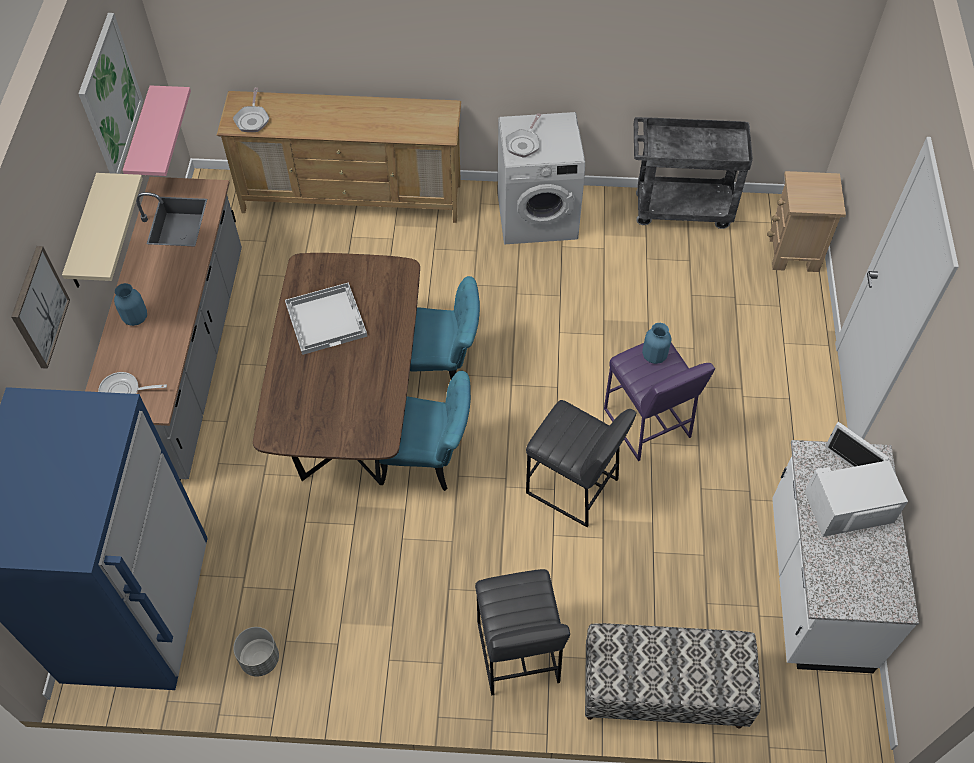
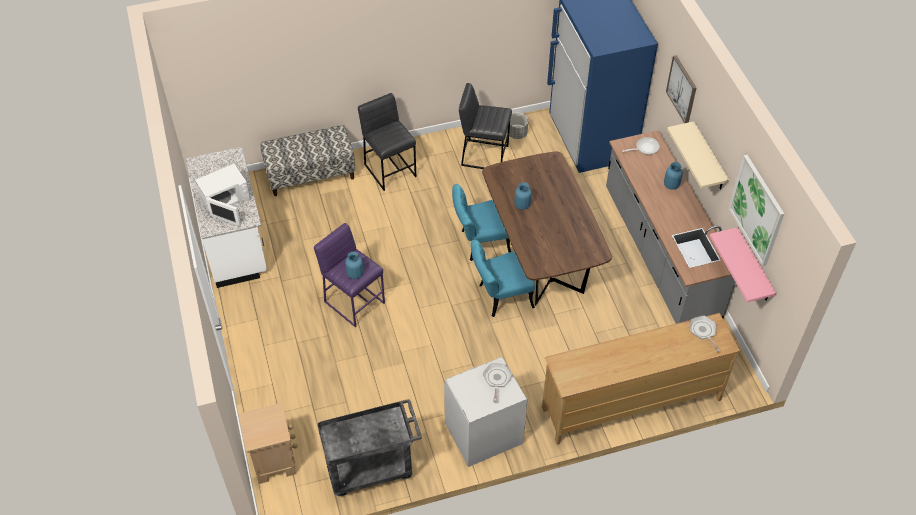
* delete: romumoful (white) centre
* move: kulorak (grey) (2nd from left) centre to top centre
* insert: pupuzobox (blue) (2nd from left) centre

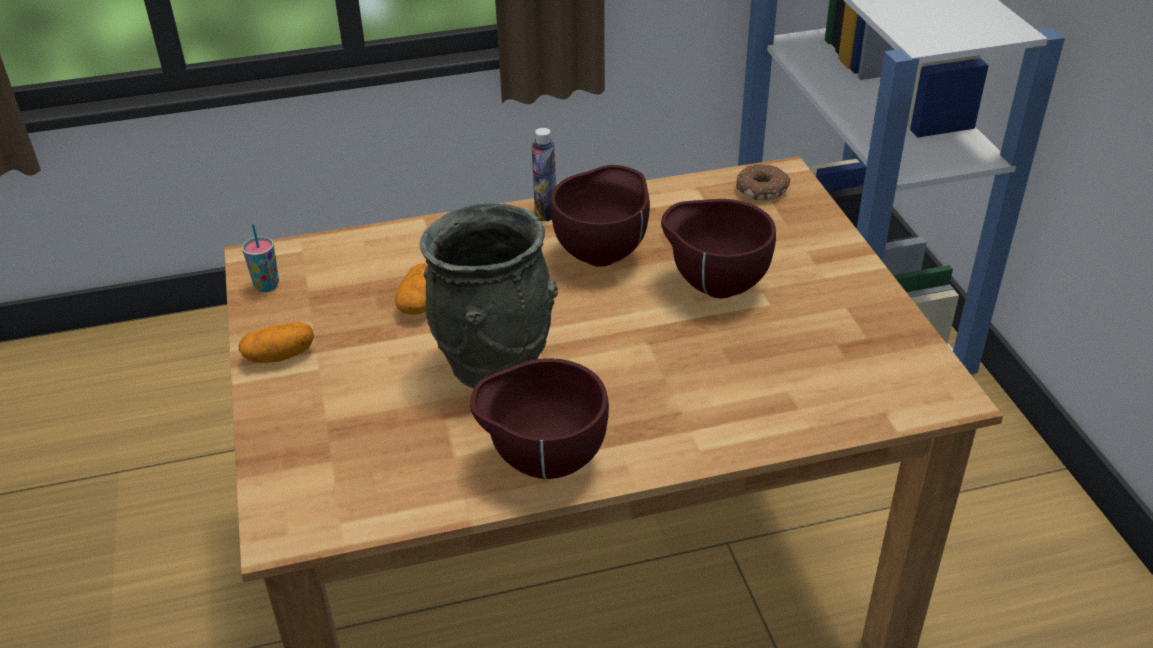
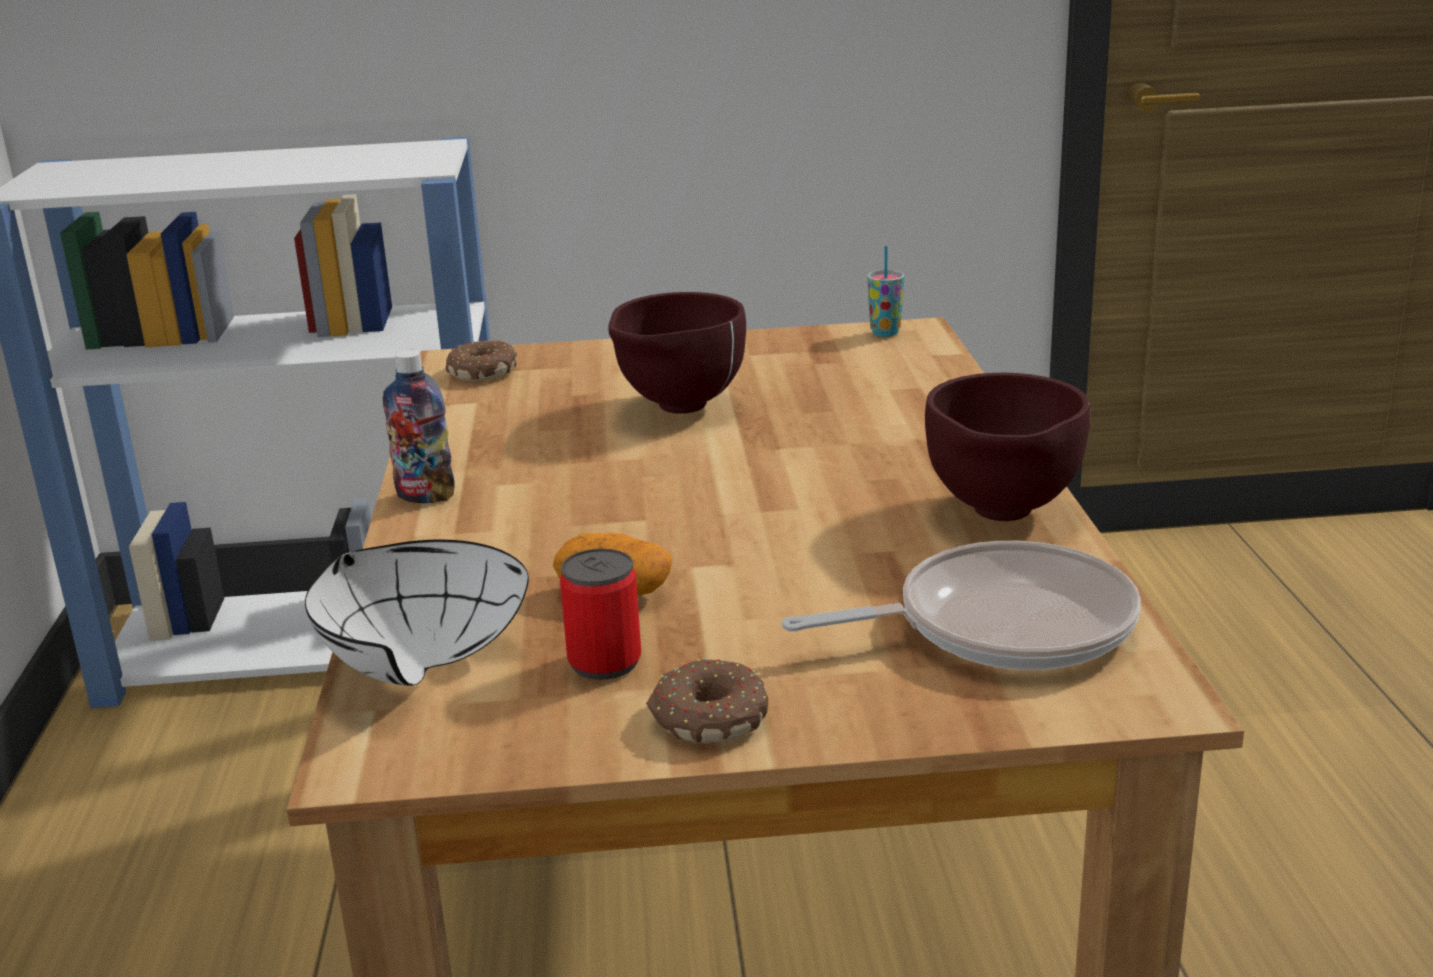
* replace: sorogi (1st from left) middle left to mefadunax (2nd from left) bottom centre
* move: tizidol middle left to top centre
* delete: pupuzobox (grey) centre
* delete: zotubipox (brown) (2nd from left) centre
* insert: zotubipox (white) middle left
* insert: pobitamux centre
* insert: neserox middle right

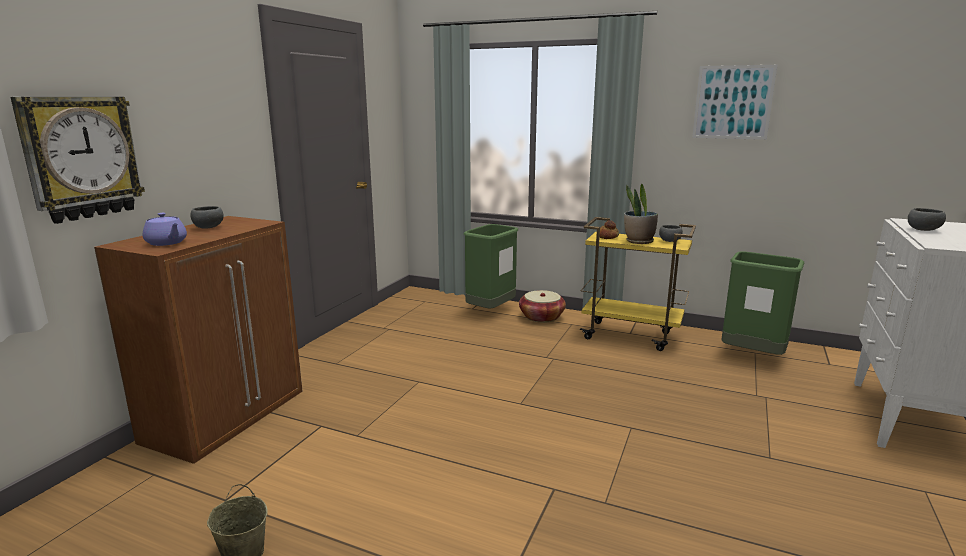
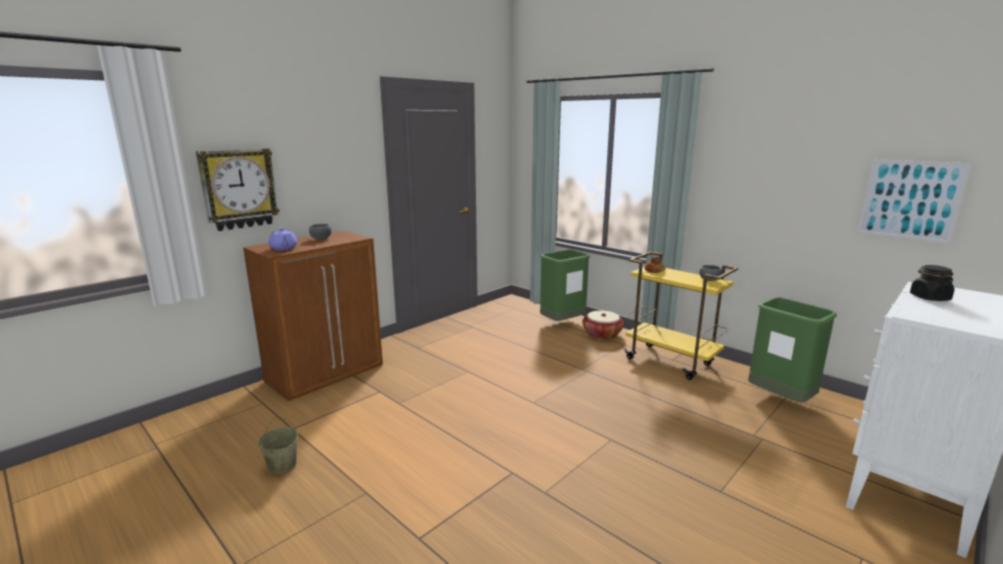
* delete: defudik centre
* move: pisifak top right to middle right
* replace: zotubipox (grey) (3rd from left) middle right to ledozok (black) middle right

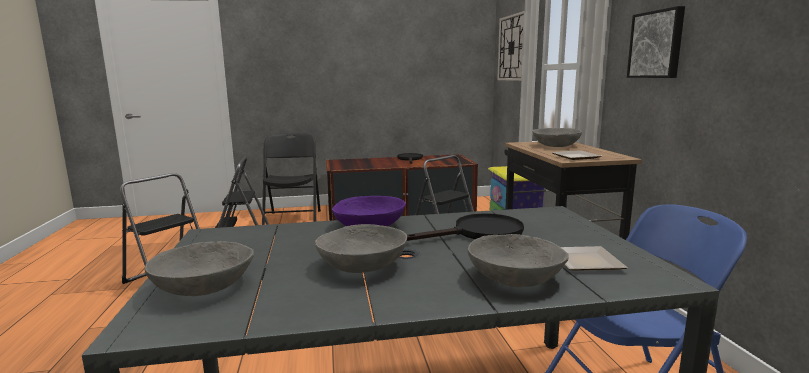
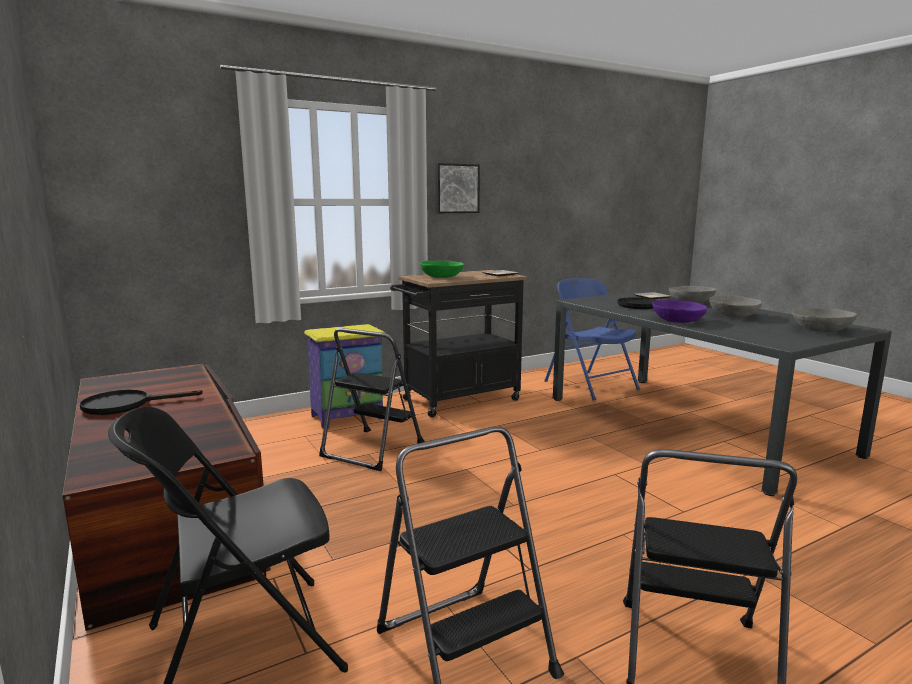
* delete: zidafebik top centre
* recolor: zotubipox (grey) (4th from left) middle right to zotubipox (green) centre

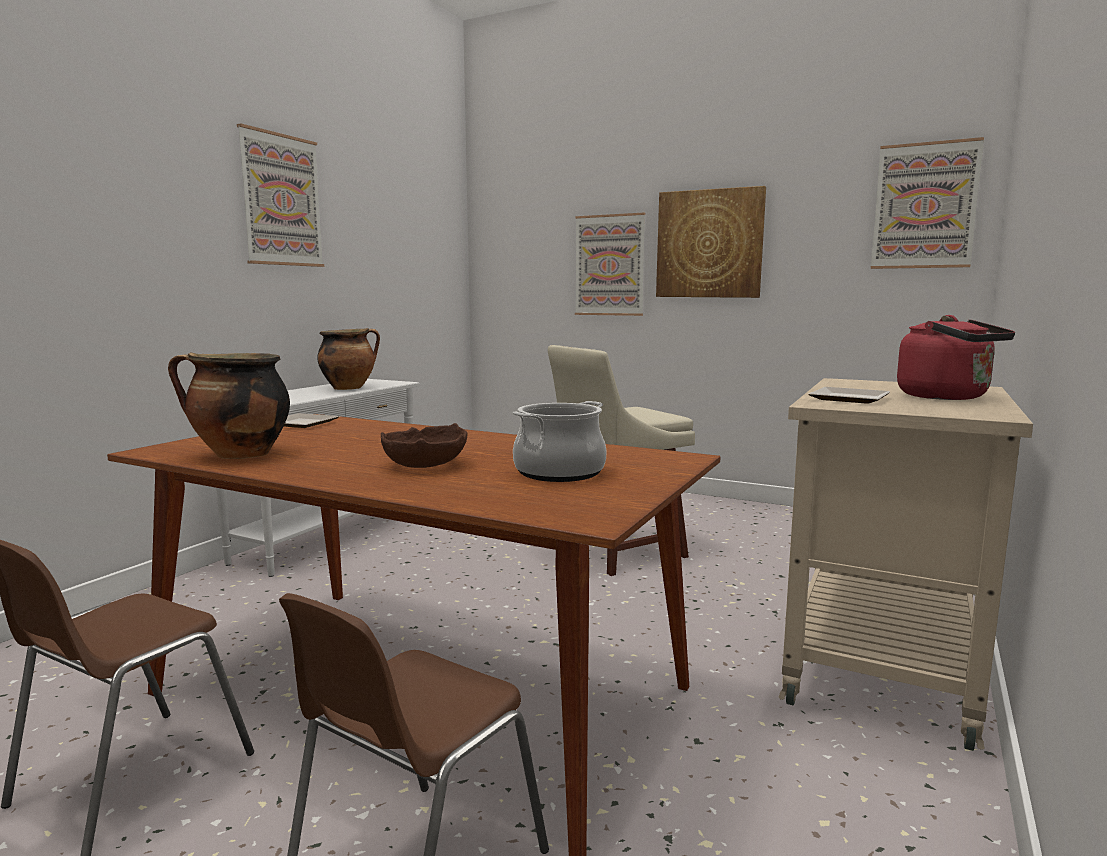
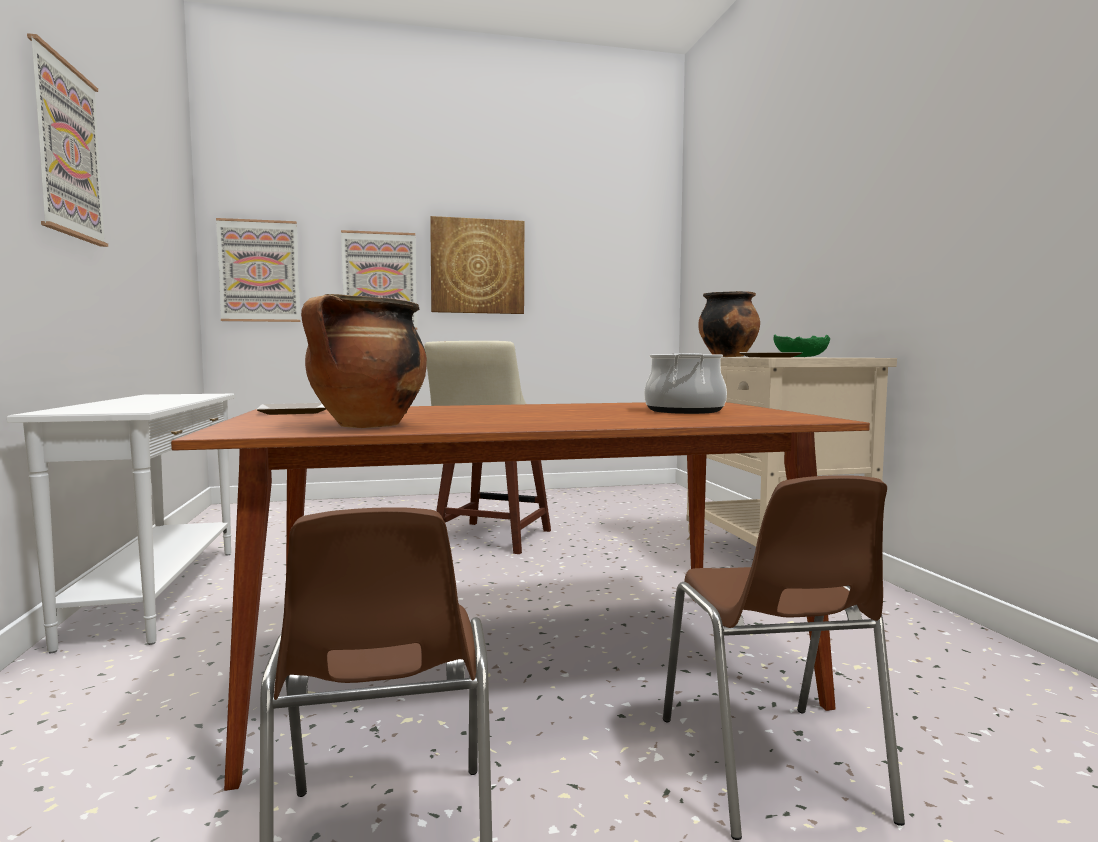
* move: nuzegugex (2nd from left in the first image) middle left to nuzegugex (3rd from left) centre
* delete: zotubipox (brown) centre
* move: pisifak (4th from left in the first image) top right to pisifak (2nd from left) top left
* replace: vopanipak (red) middle right to zotubipox (green) middle right

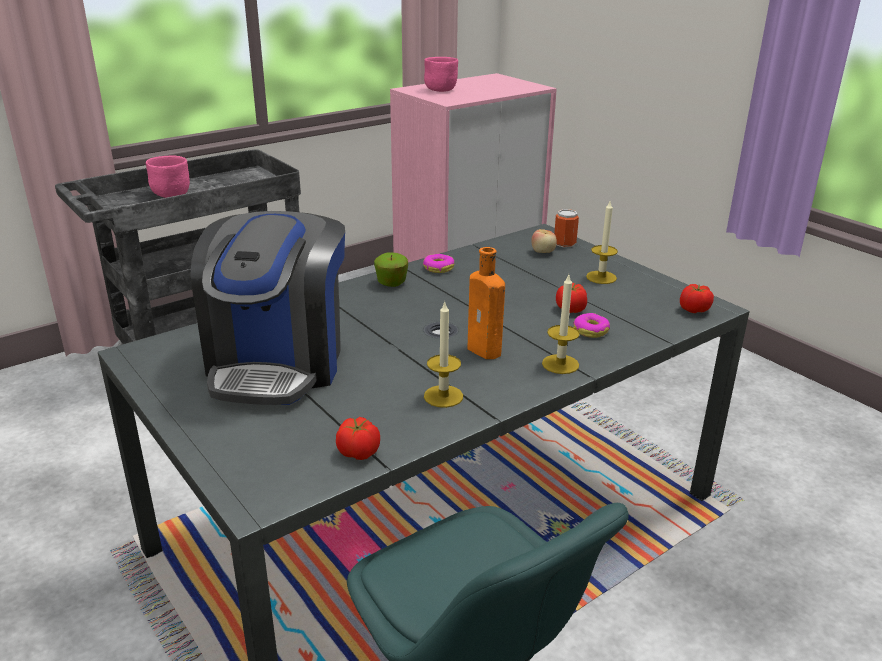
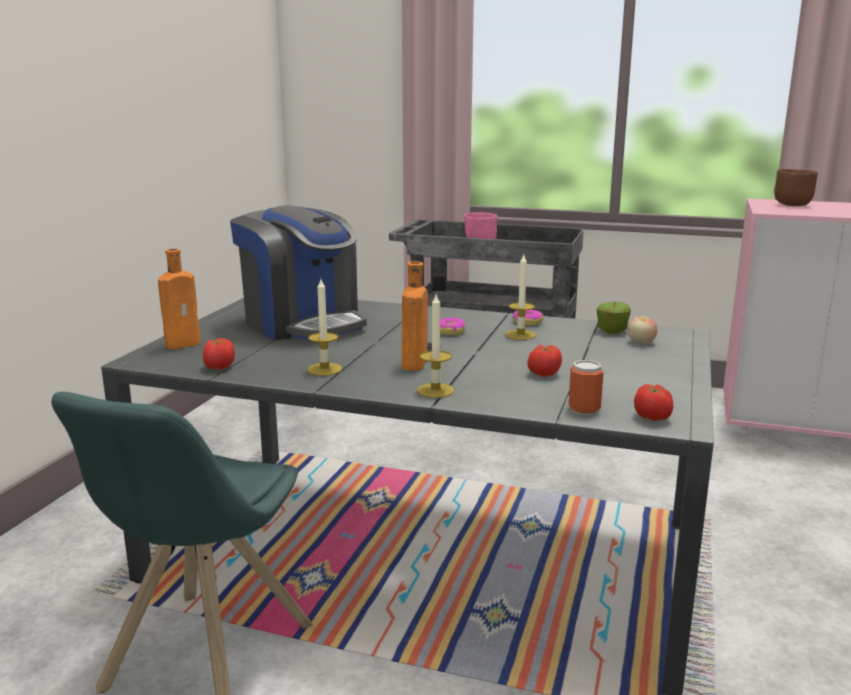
* rotate: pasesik middle left = centre 105 degrees counterclockwise
* move: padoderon (1st from left) centre to middle right
* recolor: zotubipox (pink) (2nd from left) top centre to zotubipox (brown) top right
* move: pobitamux centre to middle right
* move: mefadunax (2nd from left in the first image) middle right to mefadunax (1st from left) centre
* move: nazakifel (3rd from left) middle right to centre
* insert: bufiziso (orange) (1st from left) middle left

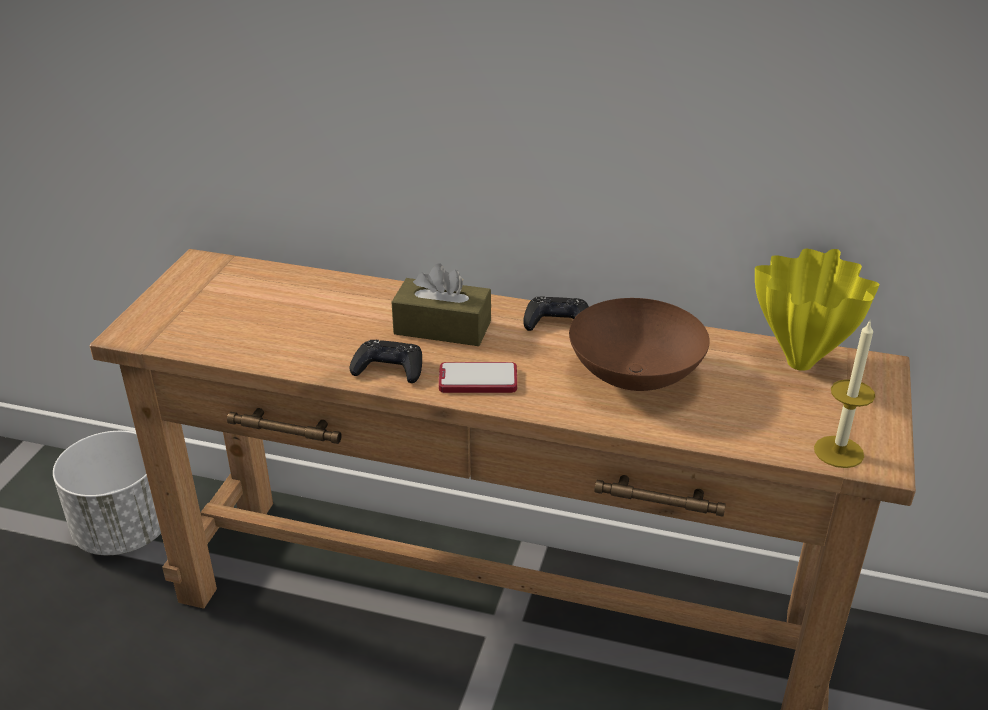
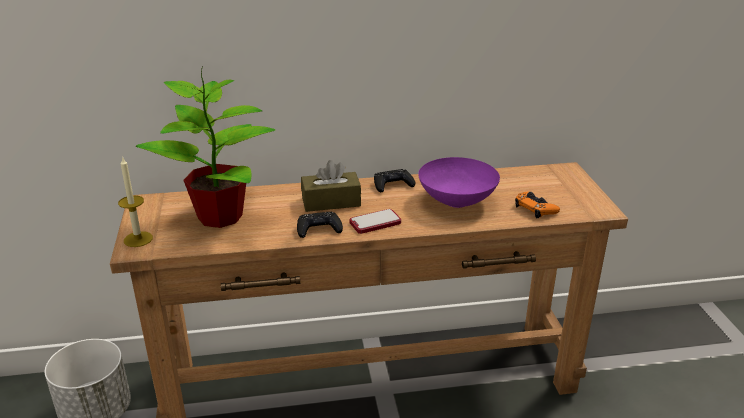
* recolor: zotubipox (brown) centre to zotubipox (purple) centre
* delete: pupuzobox (yellow) middle right
* move: nazakifel middle right to middle left
* insert: defudik middle left
* insert: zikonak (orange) middle right

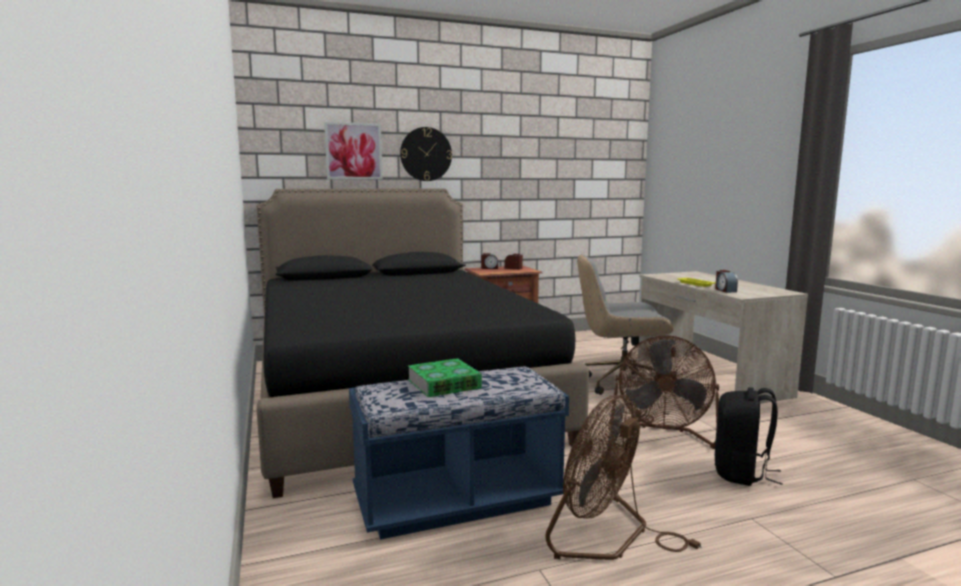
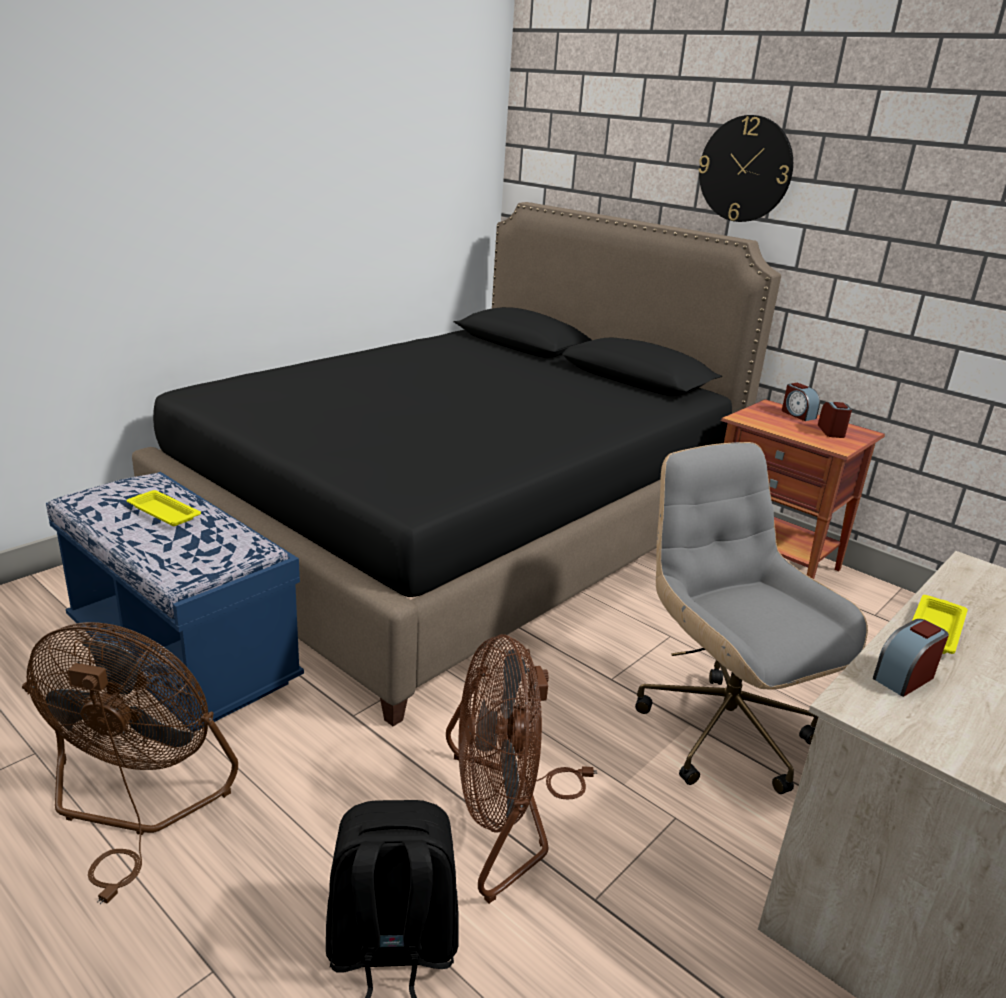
* delete: pisifak top centre
* replace: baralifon centre to romumoful (yellow) (1st from left) middle left

